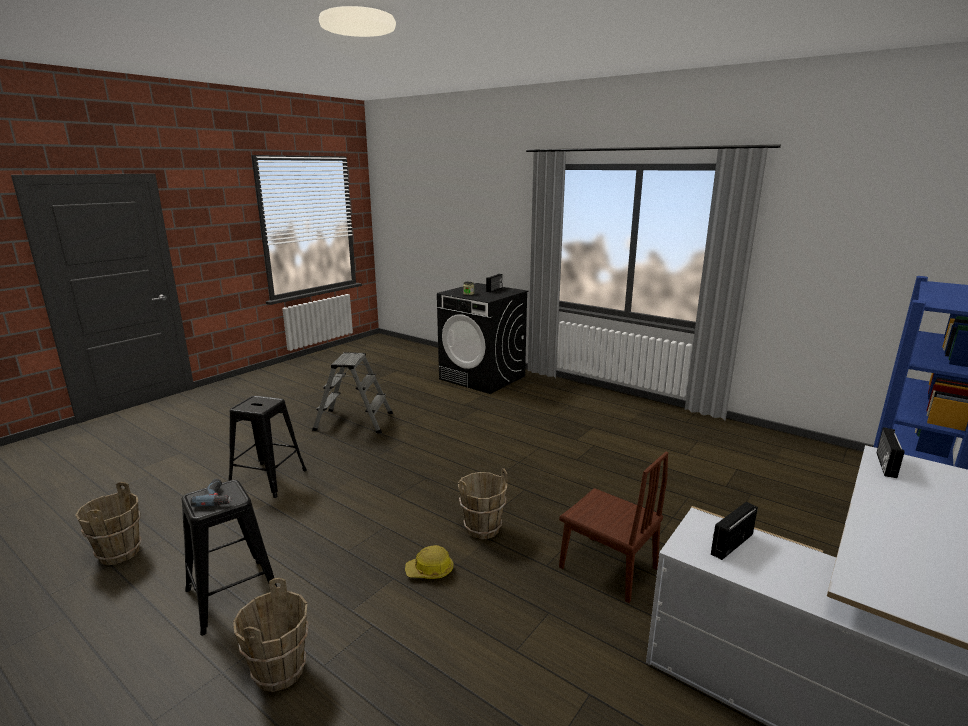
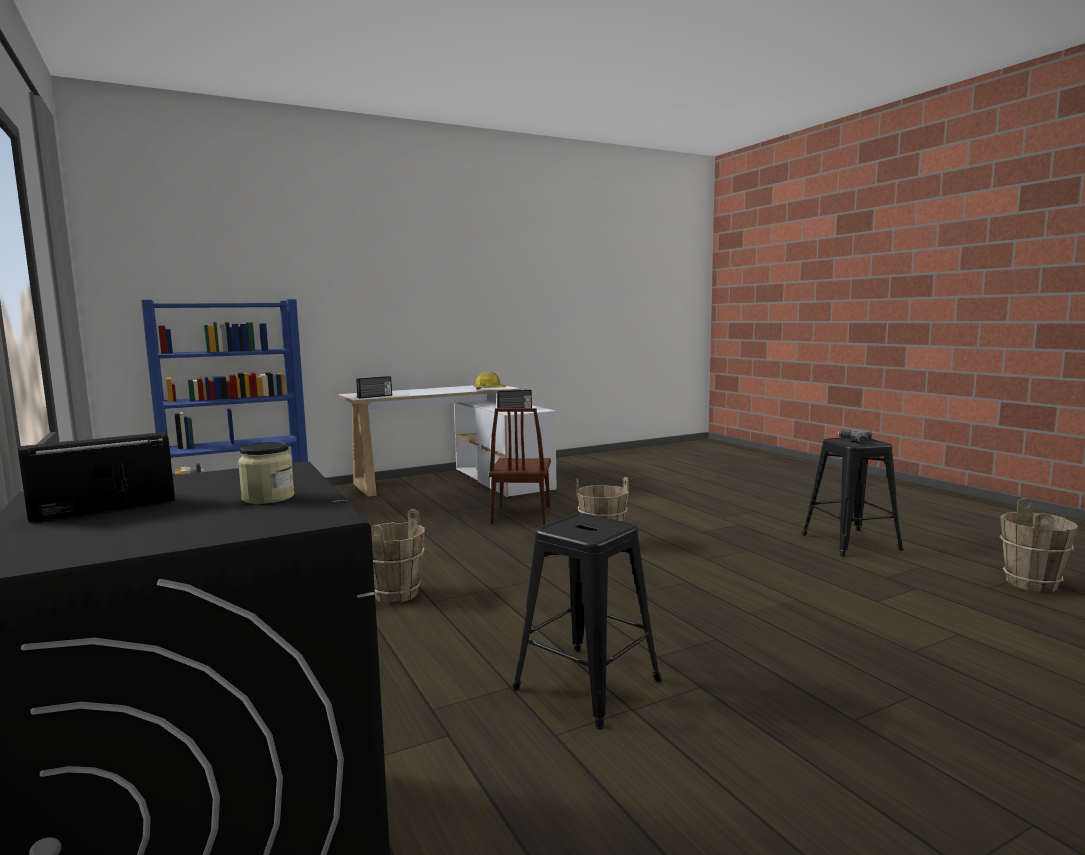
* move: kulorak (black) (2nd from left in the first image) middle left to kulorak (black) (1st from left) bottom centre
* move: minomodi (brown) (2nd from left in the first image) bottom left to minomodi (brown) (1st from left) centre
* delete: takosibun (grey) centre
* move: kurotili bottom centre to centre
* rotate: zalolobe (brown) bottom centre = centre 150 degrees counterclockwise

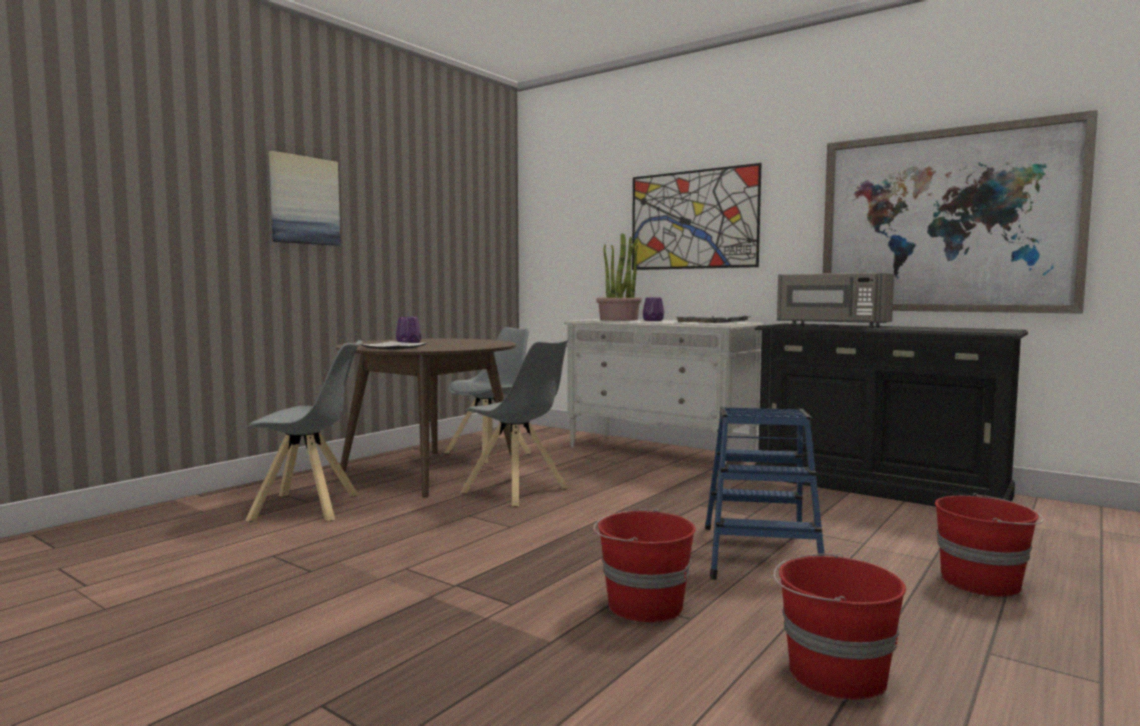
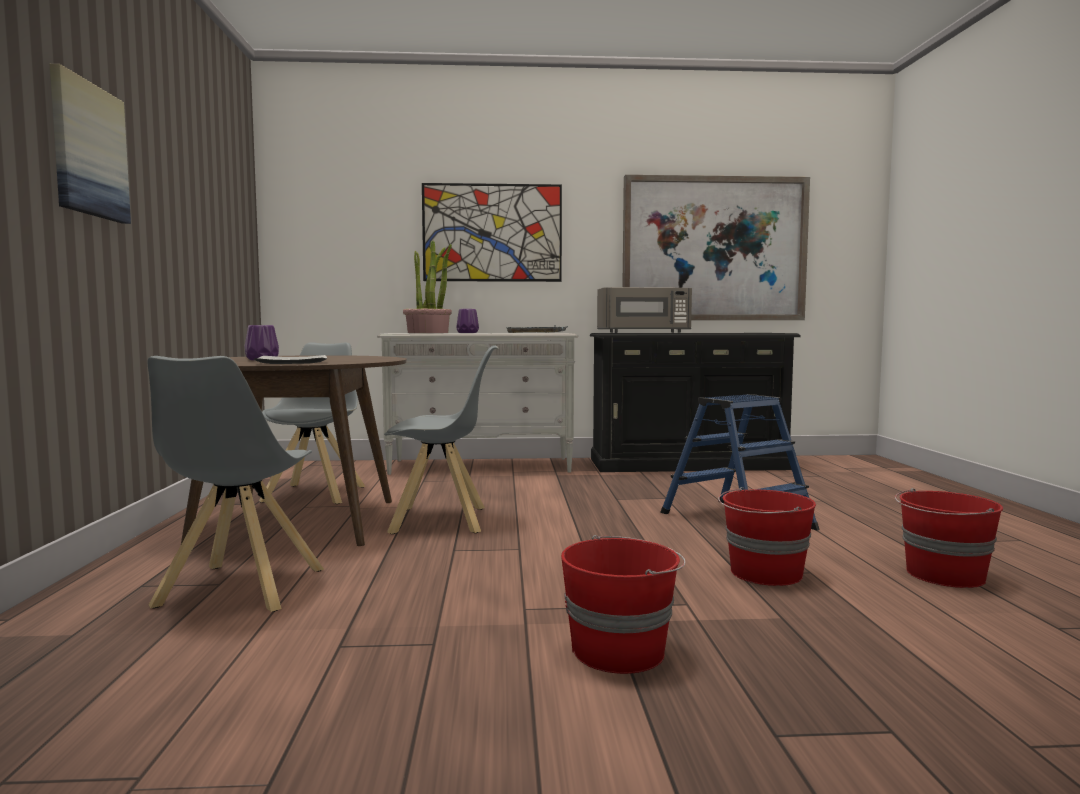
* rotate: zalolobe (grey) (1st from left) middle left = middle left 135 degrees clockwise
* move: minomodi (red) (3rd from left in the first image) bottom right to minomodi (red) (1st from left) bottom centre

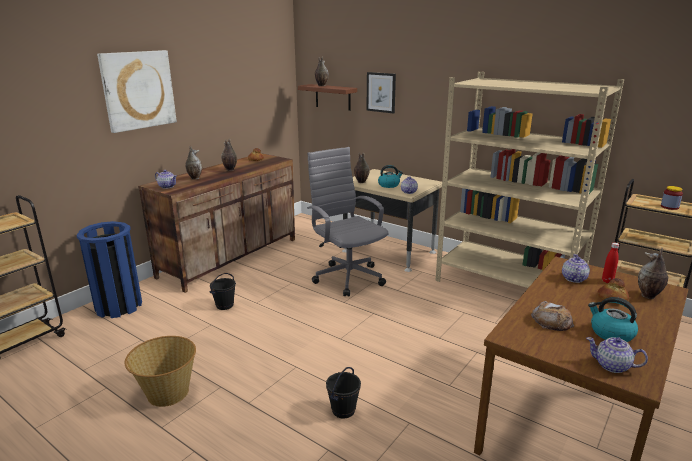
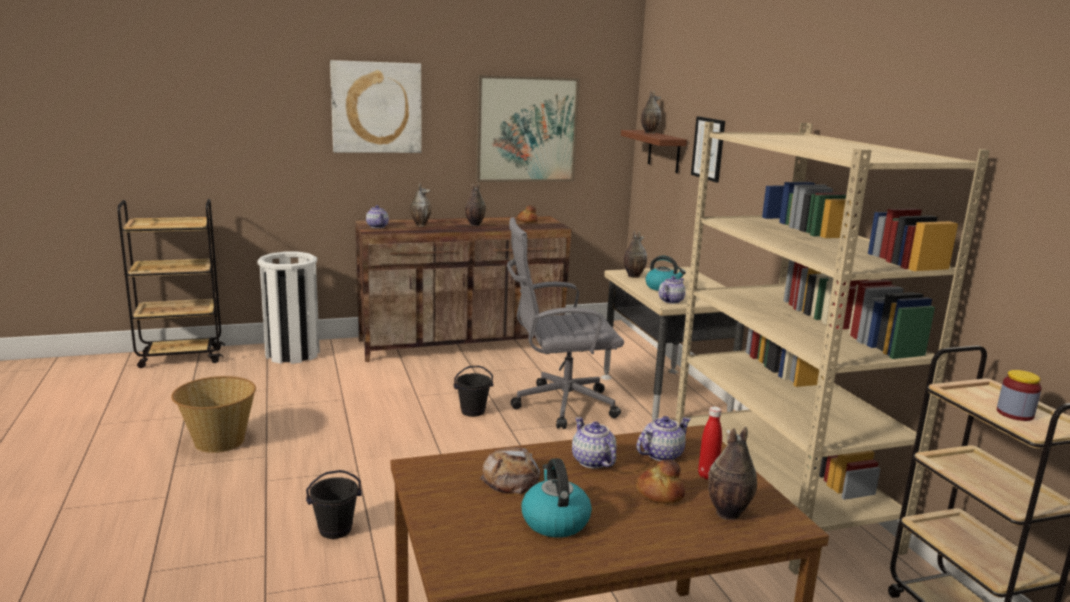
* recolor: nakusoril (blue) middle left to nakusoril (white) middle left
* move: minomodi (black) (1st from left in the first image) middle left to minomodi (black) (2nd from left) centre
* rotate: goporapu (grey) centre = centre 105 degrees counterclockwise
* move: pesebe (4th from left in the first image) bottom right to pesebe (2nd from left) bottom centre
* insert: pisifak (2nd from left) top centre

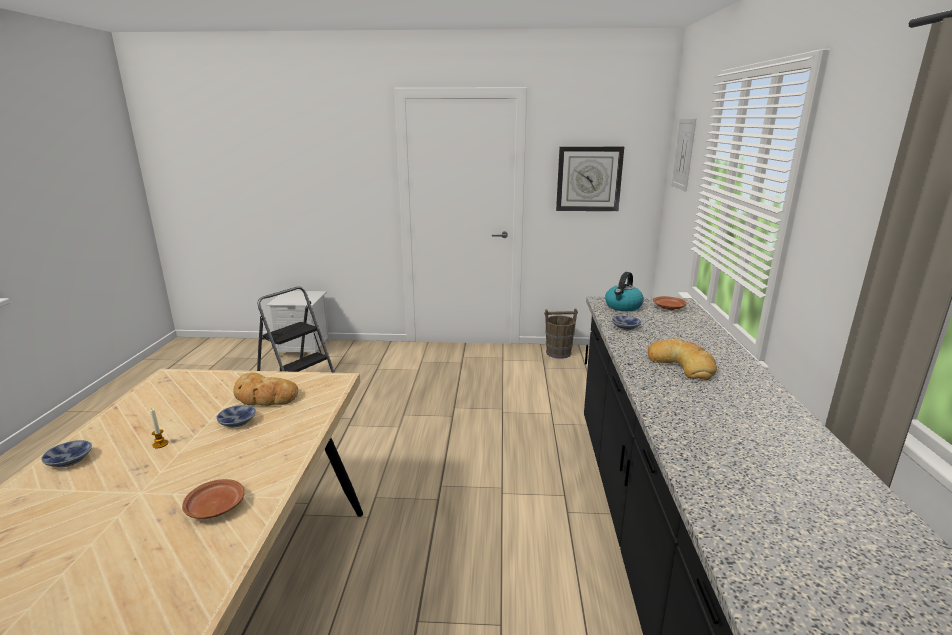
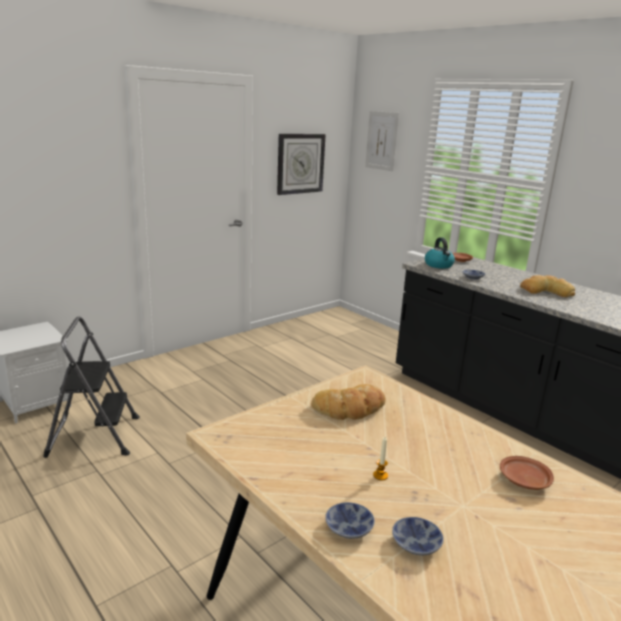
* move: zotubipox (2nd from left) middle left to bottom right
* delete: minomodi (brown) centre

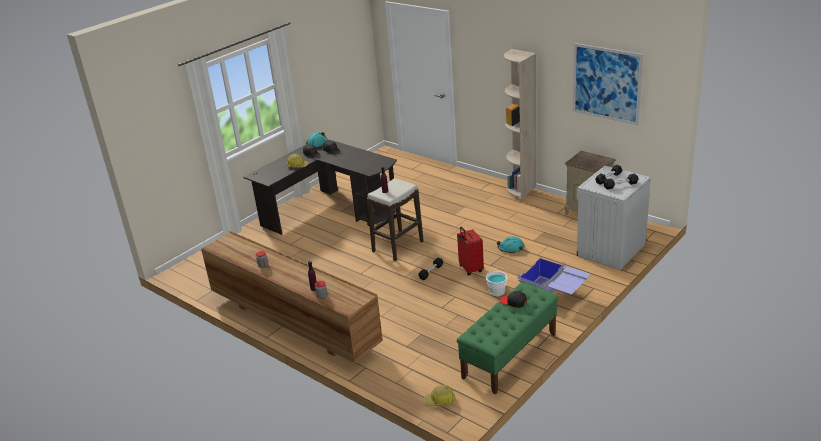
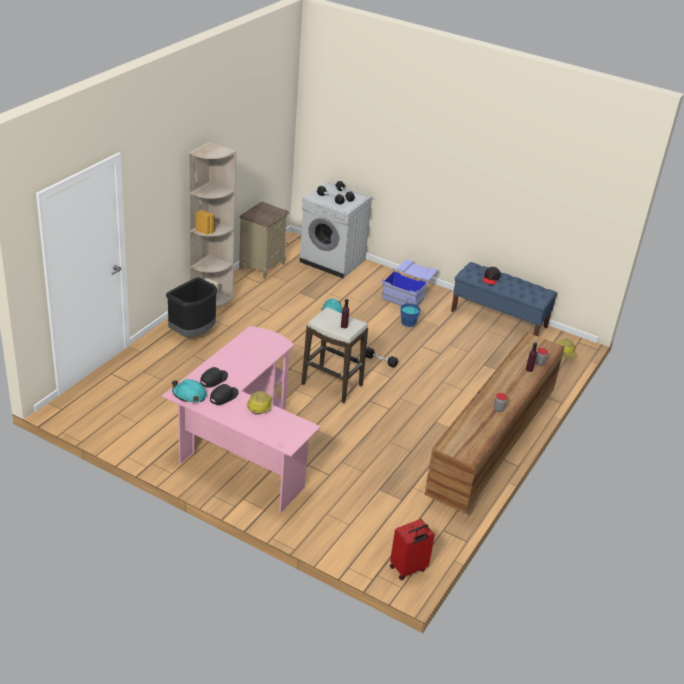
* recolor: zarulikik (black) centre to zarulikik (pink) centre
* move: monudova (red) centre to bottom centre
* recolor: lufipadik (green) bottom centre to lufipadik (blue) middle right
* recolor: minomodi (white) centre to minomodi (blue) centre
* delete: pisifak top right
* insert: nakusoril (black) middle left

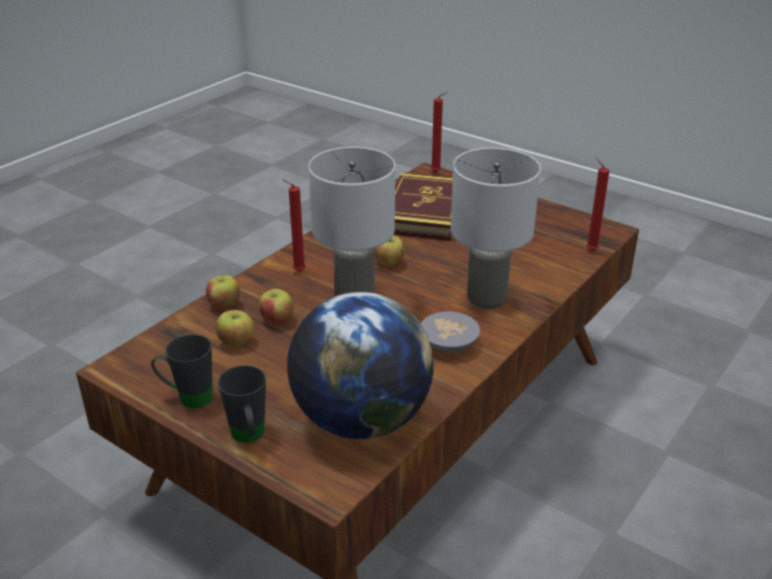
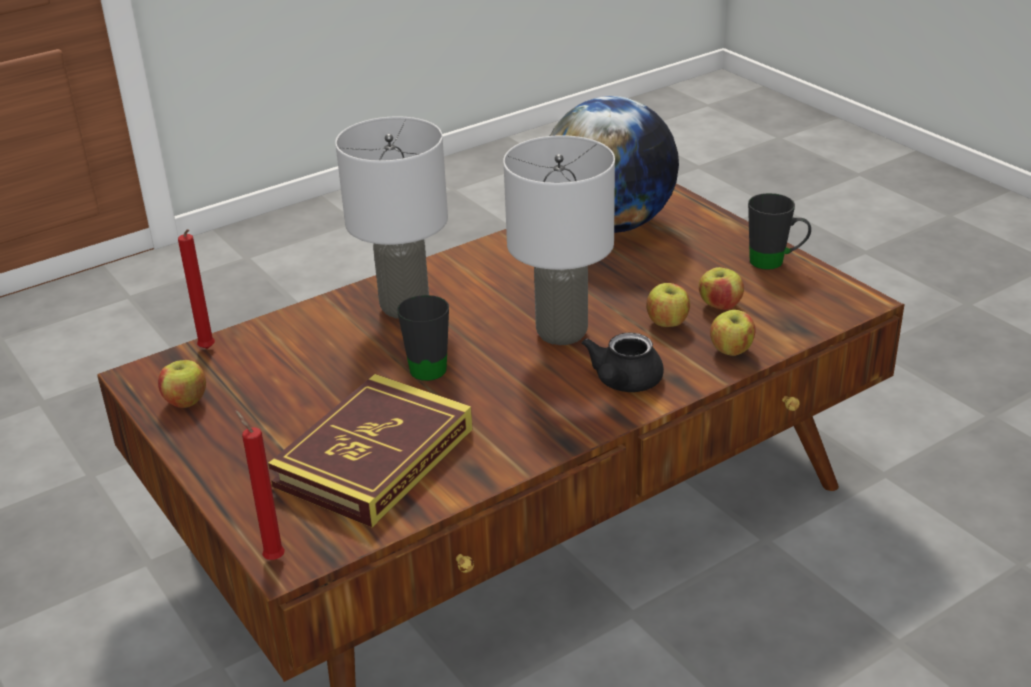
* move: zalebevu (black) (2nd from left in the first image) bottom left to zalebevu (black) (1st from left) centre
* replace: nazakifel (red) (1st from left) centre to pesebe (black) centre
* move: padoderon (4th from left in the first image) centre to padoderon (1st from left) middle left
* delete: zotubipox (grey) centre

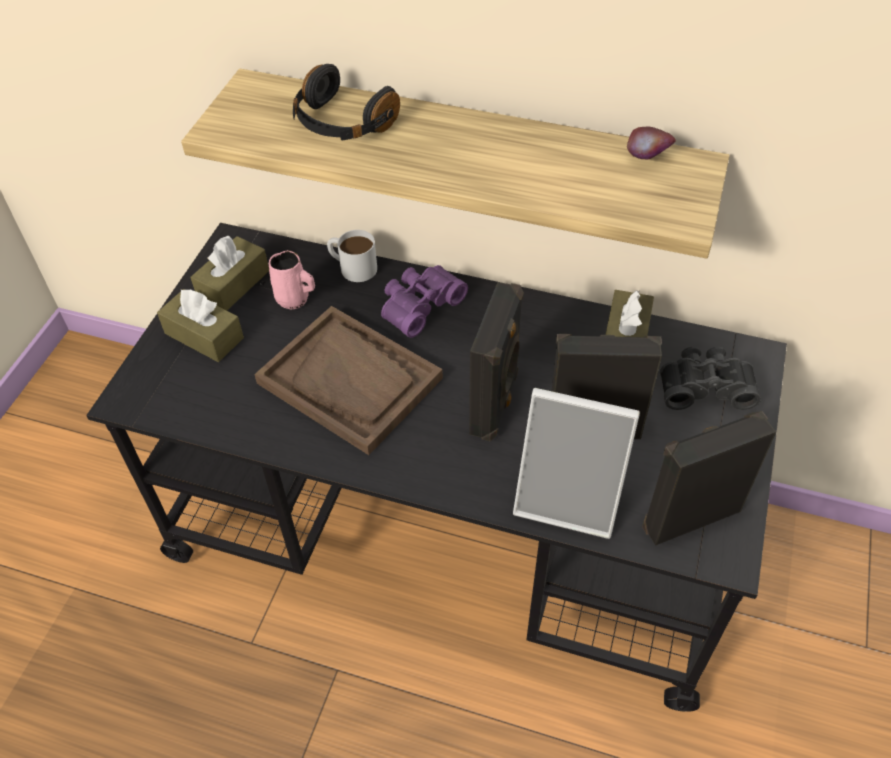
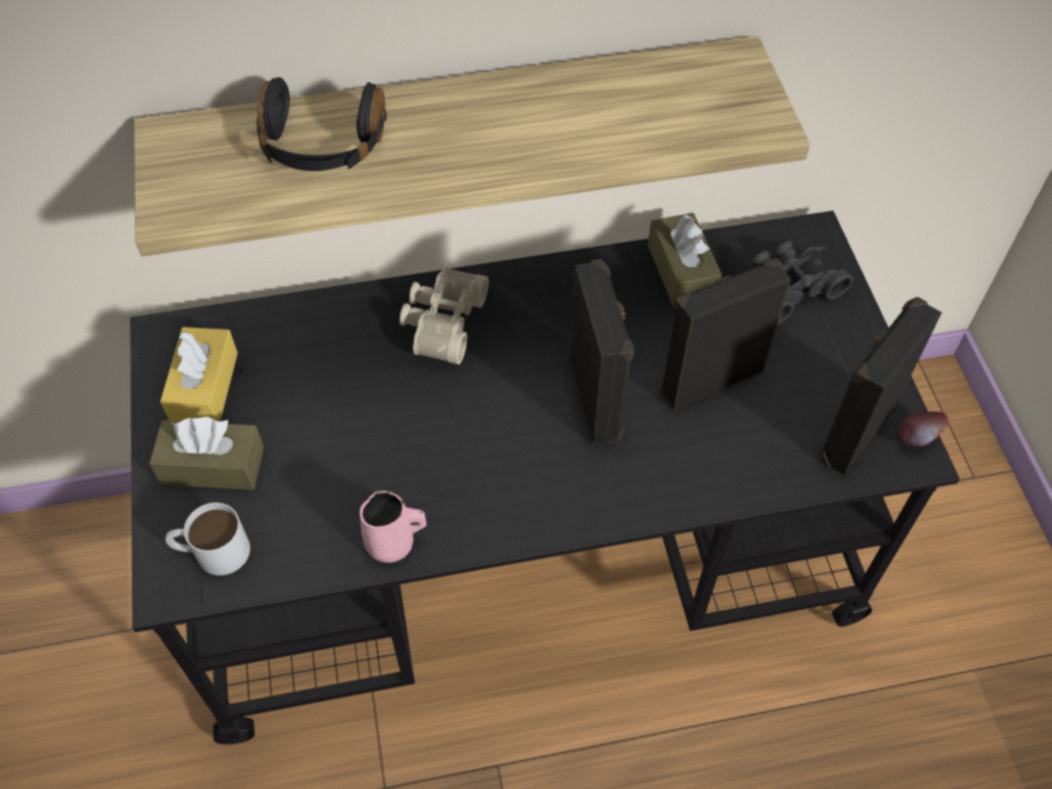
* recolor: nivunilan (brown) (2nd from left) middle left to nivunilan (yellow) middle left
* delete: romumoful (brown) centre
* move: zalebevu (pink) middle left to bottom centre
* move: zalebevu (white) centre to bottom left
* recolor: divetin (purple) centre to divetin (beige) centre
* delete: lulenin centre
* move: padoderon top right to middle right

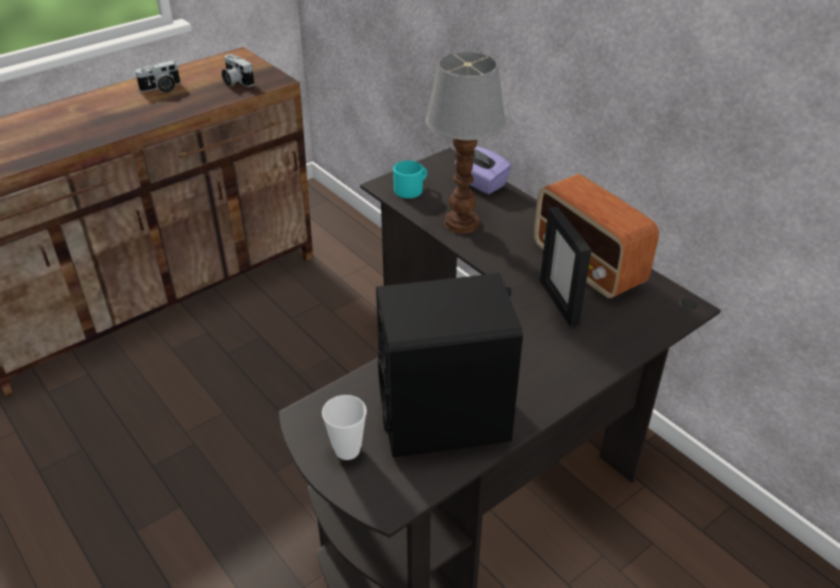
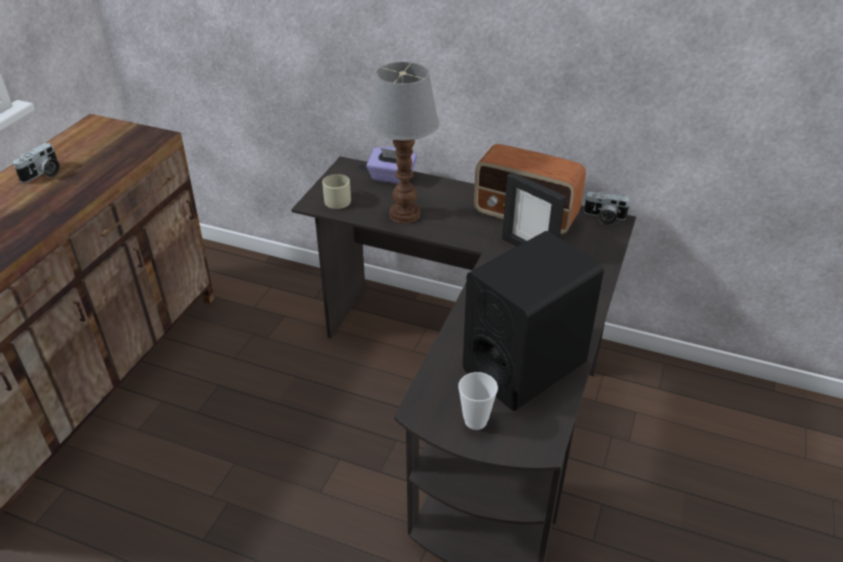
* move: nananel (2nd from left) top left to middle right
* recolor: zalebevu (turquoise) top centre to zalebevu (beige) centre

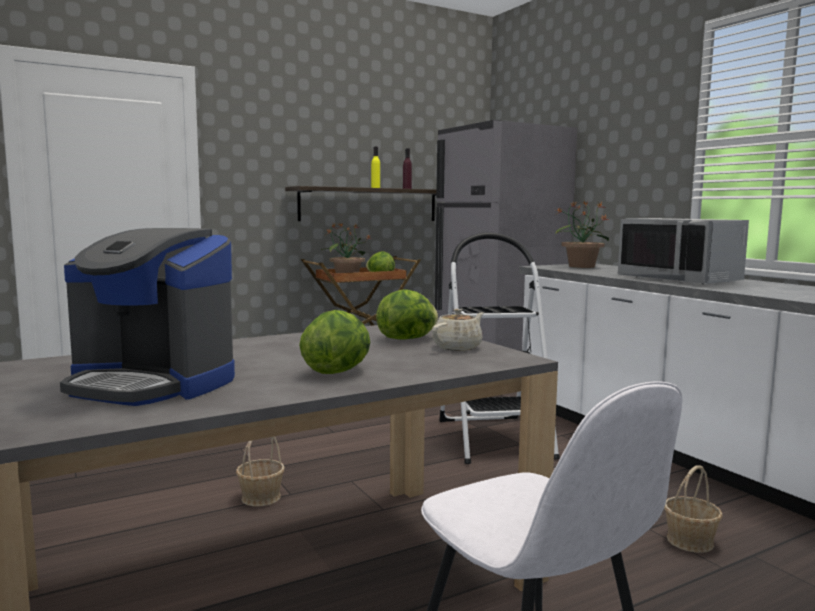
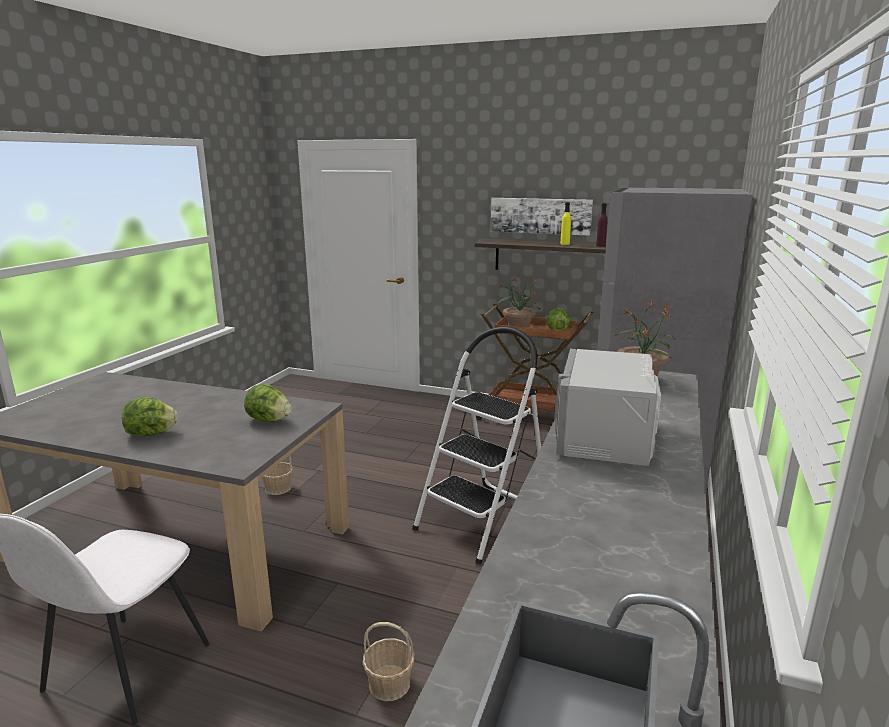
* delete: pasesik middle left
* delete: pesebe (beige) centre
* insert: pisifak top centre

